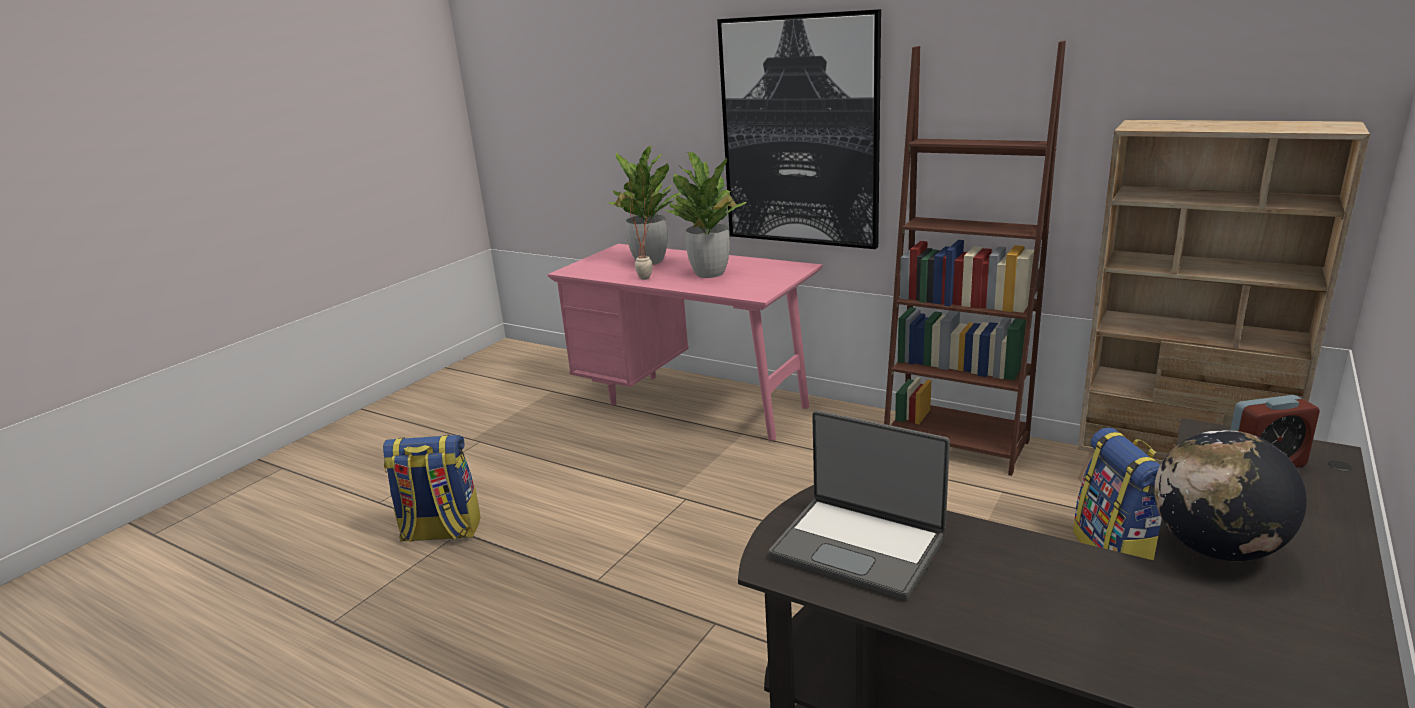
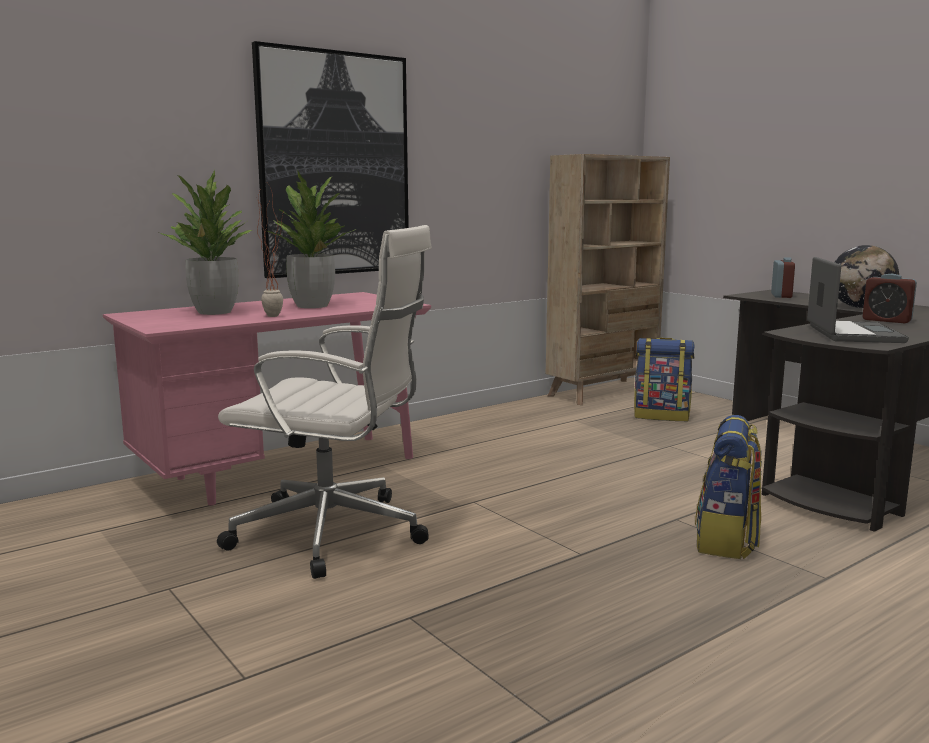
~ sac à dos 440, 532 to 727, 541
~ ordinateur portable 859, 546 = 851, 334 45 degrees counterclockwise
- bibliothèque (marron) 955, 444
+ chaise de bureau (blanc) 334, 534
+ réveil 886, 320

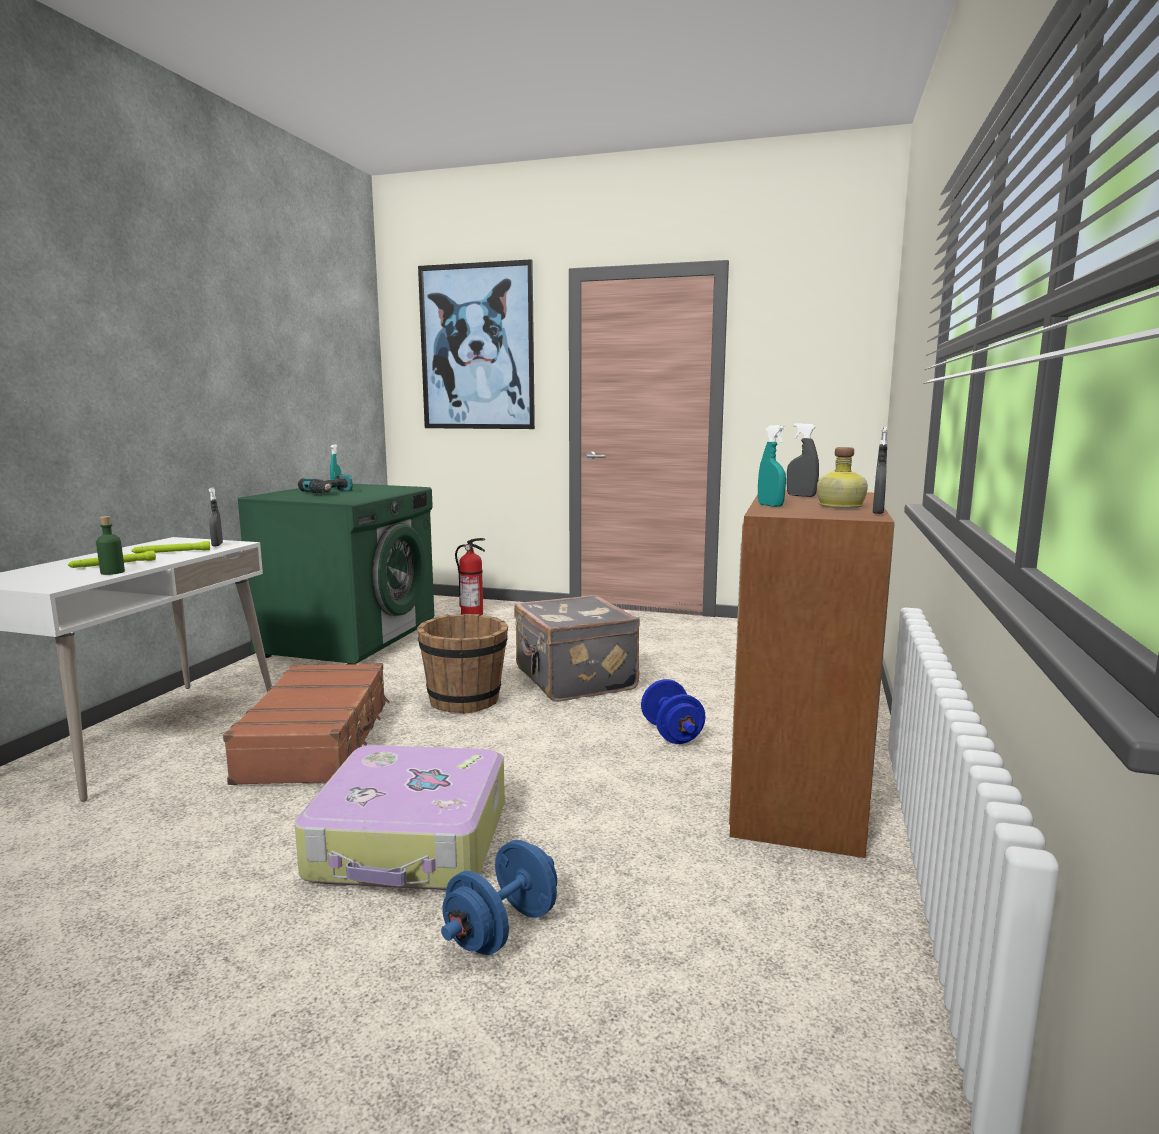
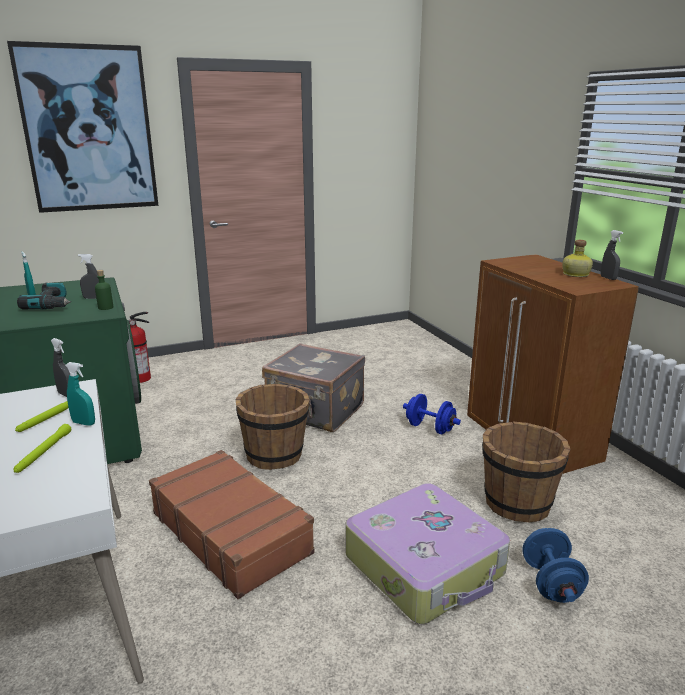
~ bouteille (vert) 112, 572 to 105, 307
~ vaporisateur (turquoise) 770, 505 to 84, 423
~ vaporisateur (gris) 801, 496 to 93, 298
+ seau (marron) 517, 503

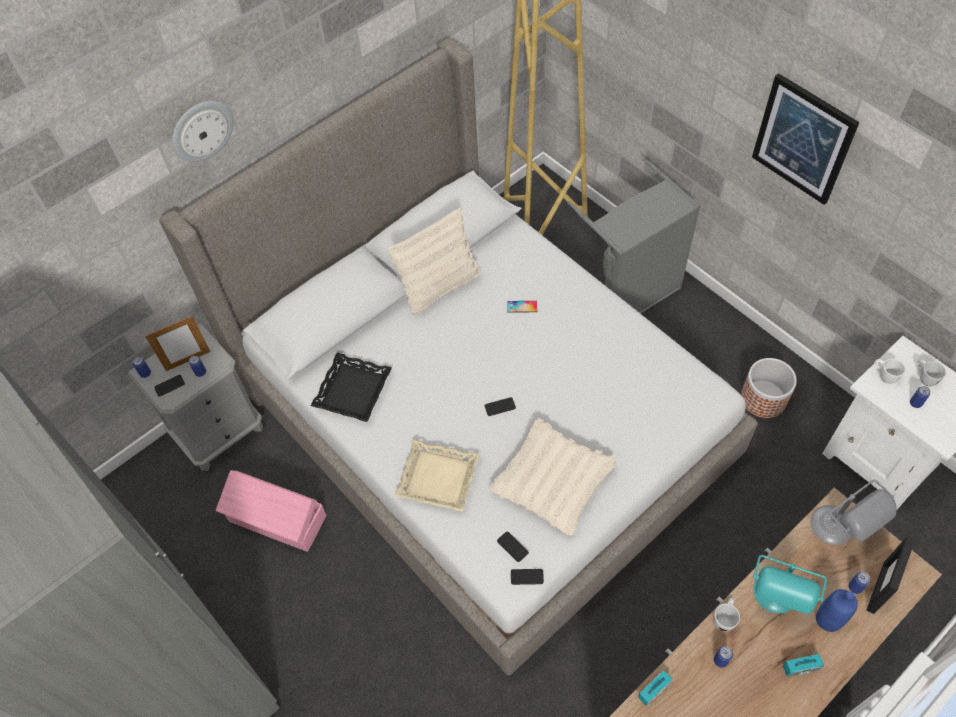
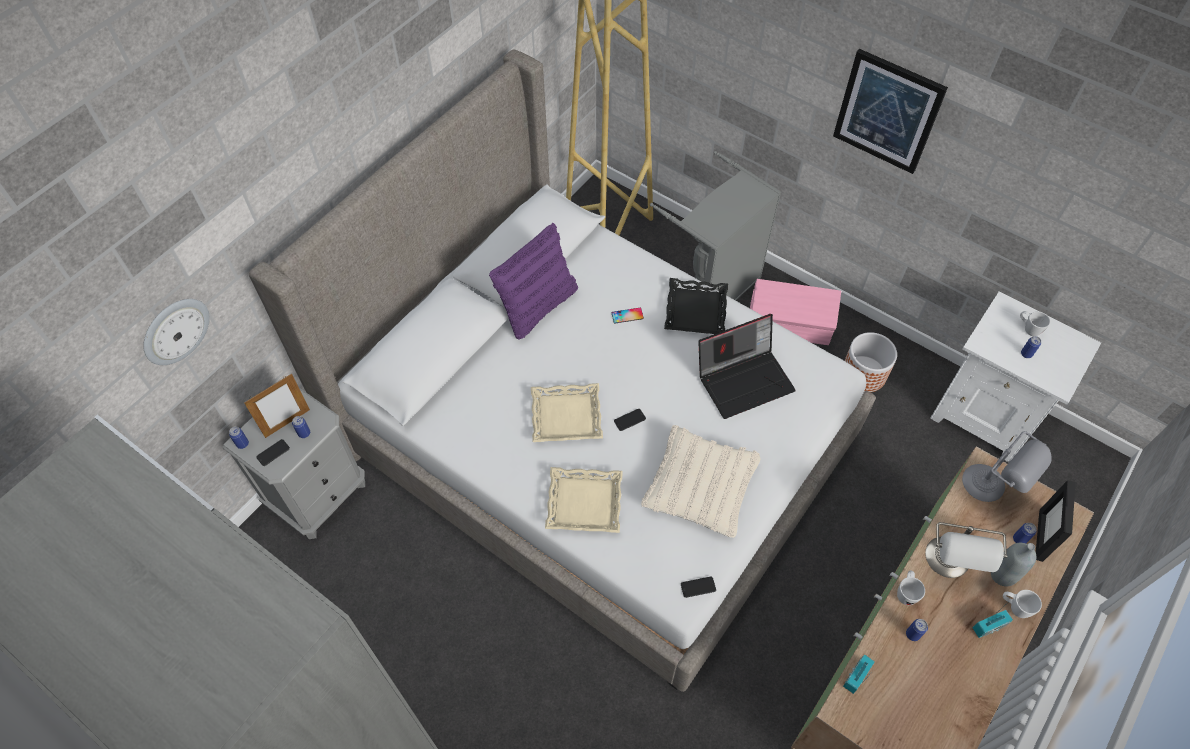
~ horloge murale 202, 130 to 175, 330
~ boîte de rangement (rose) 278, 520 to 789, 325
~ plateau (noir) 353, 391 to 696, 311
~ coussin (beige) 439, 287 to coussin (violet) 538, 307
- téléphone 512, 547
~ lampe de table (turquoise) 774, 601 to lampe de table (blanc) 949, 566
~ bouteille (bleu) 828, 619 to bouteille (gris) 1002, 575
~ mug (blanc) 883, 376 to 1014, 607
+ plateau (beige) 566, 416
+ ordinateur portable 744, 379

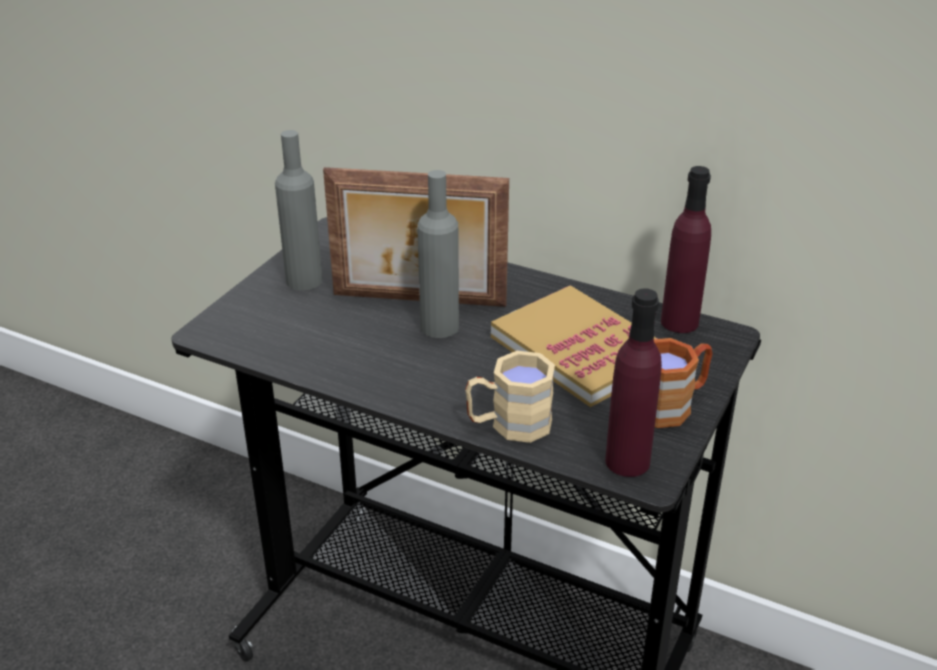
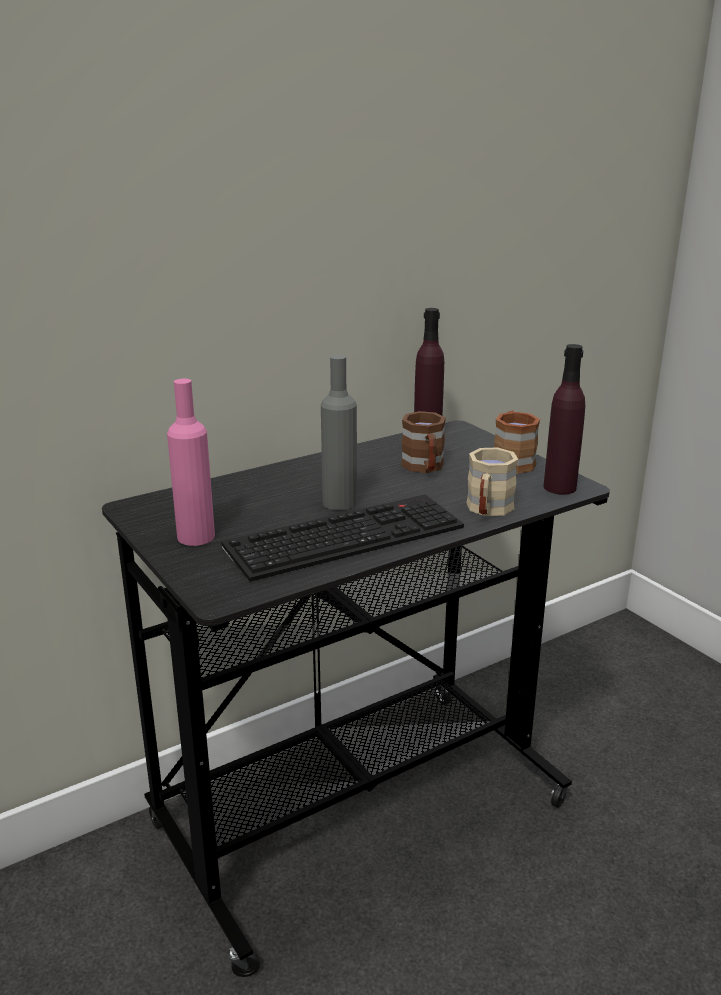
~ bouteille (gris) 304, 280 to bouteille (rose) 196, 536
- cadre photo 418, 301
~ livre 580, 349 to mug (marron) 424, 468
+ clavier 346, 535

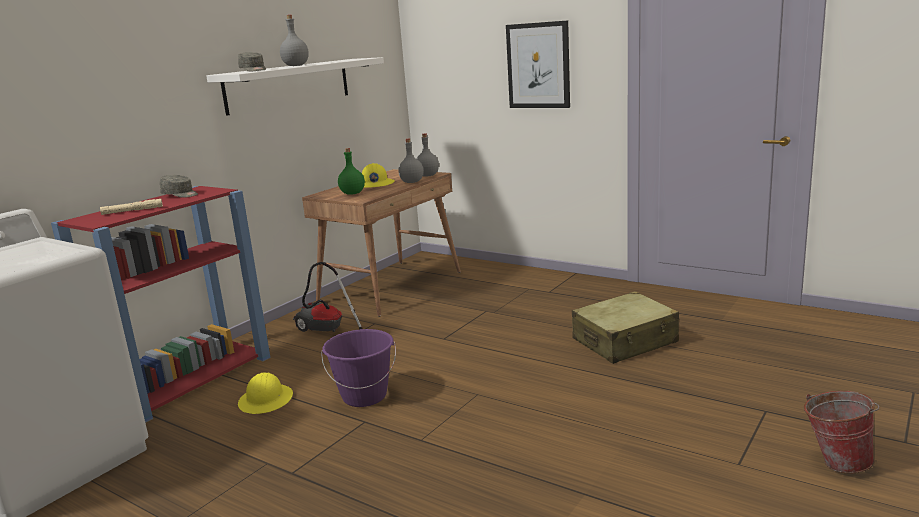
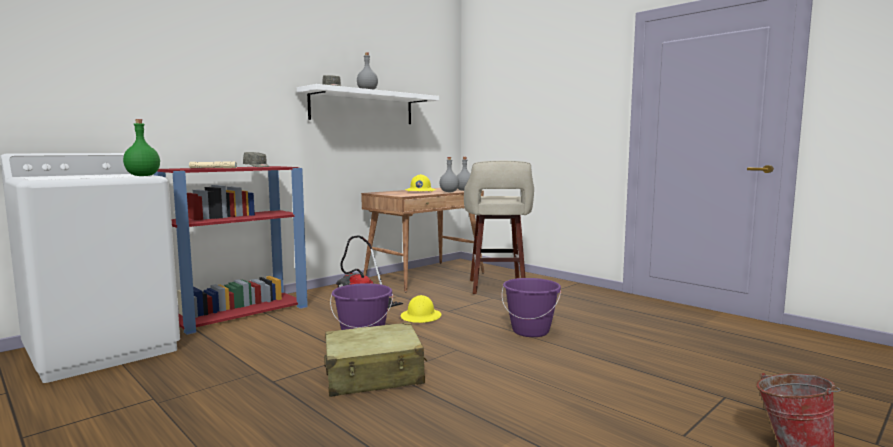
~ casque de chantier (jaune) 266, 400 to 421, 317
~ bouteille (vert) 352, 193 to 142, 176
- tableau 538, 65
~ valise (beige) 625, 341 to 374, 375
+ tabouret (beige) 496, 288
+ seau (violet) 530, 331

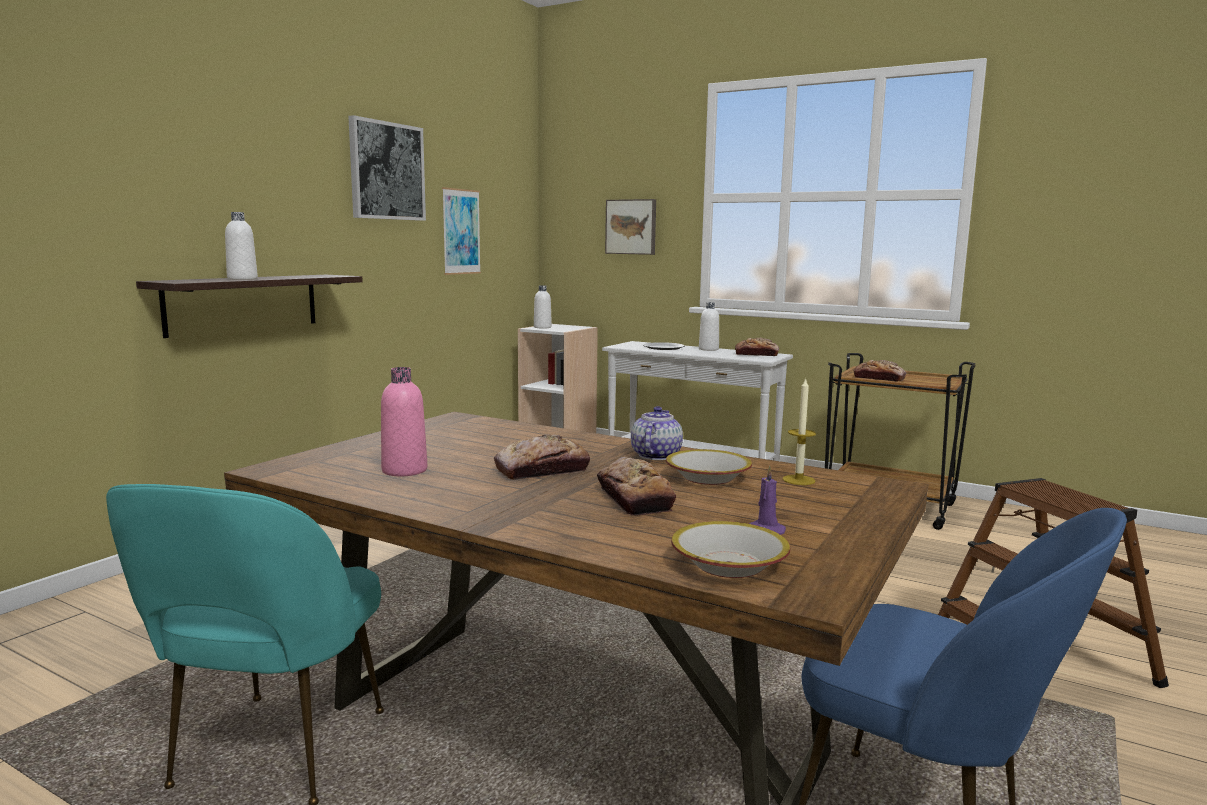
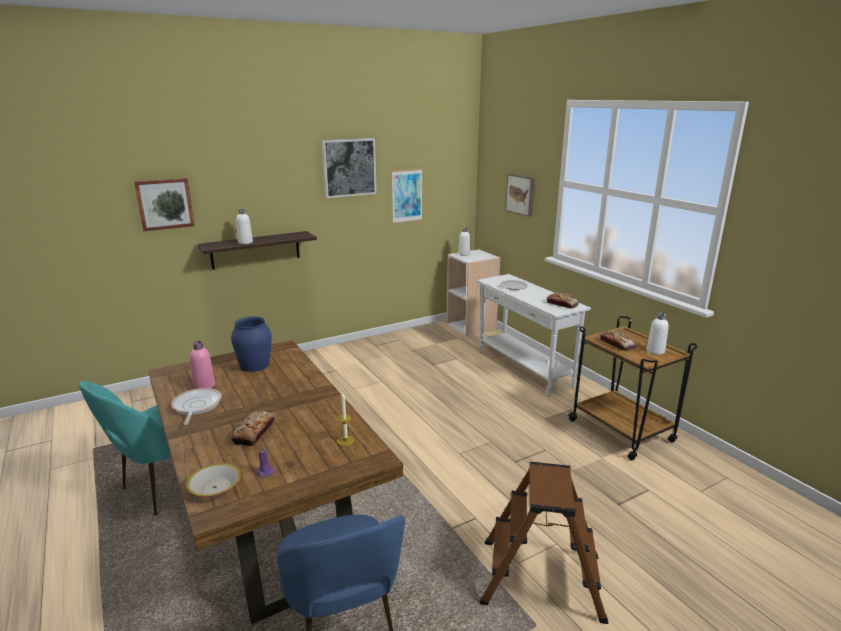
- pain 542, 470
- théière 655, 456
- bol 708, 477
~ bouteille (blanc) 708, 349 to 655, 351
+ tableau 165, 204
+ poêle 196, 406
+ vase (bleu) 255, 365

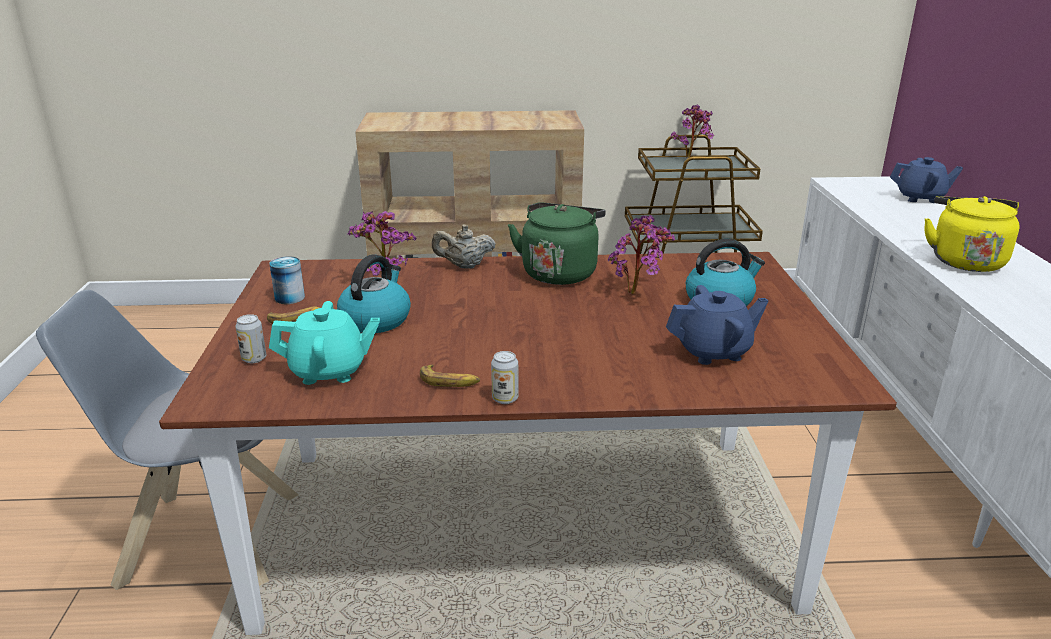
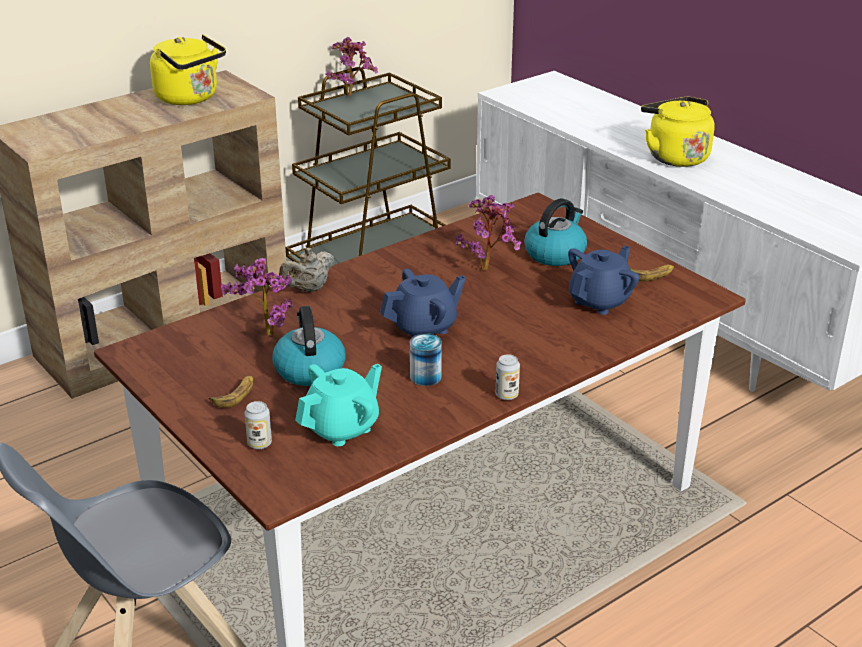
~ boîte métallique 289, 298 to 425, 377
~ banane 449, 381 to 652, 275
- bouilloire (vert) 559, 272
~ théière (bleu) 920, 198 to 424, 327
+ bouilloire (jaune) 190, 98

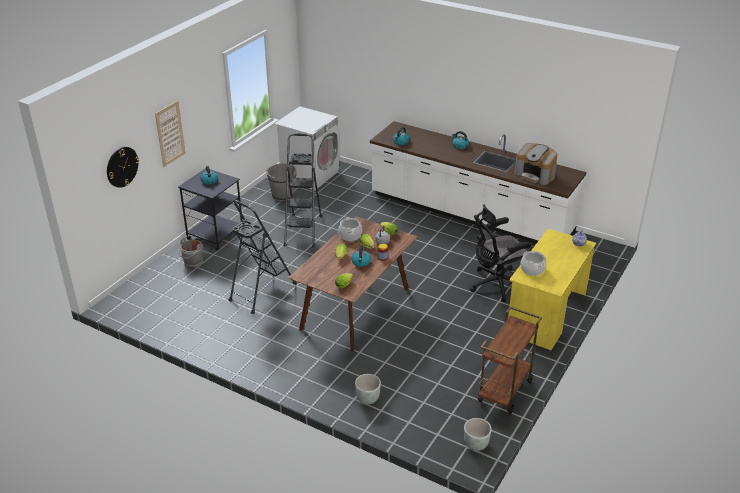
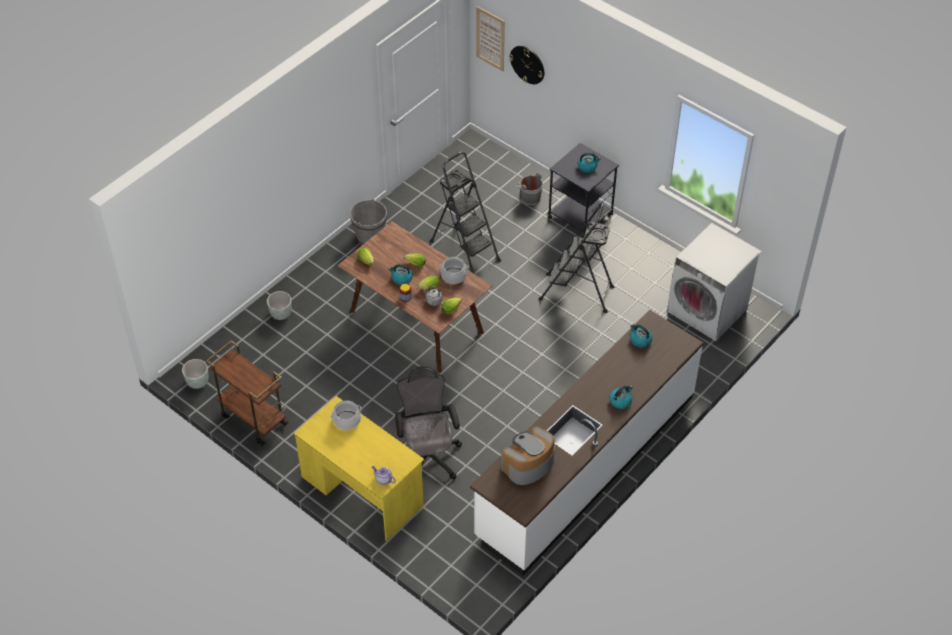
~ tableau 170, 133 to 490, 38
~ seau (gris) 283, 195 to 370, 237

